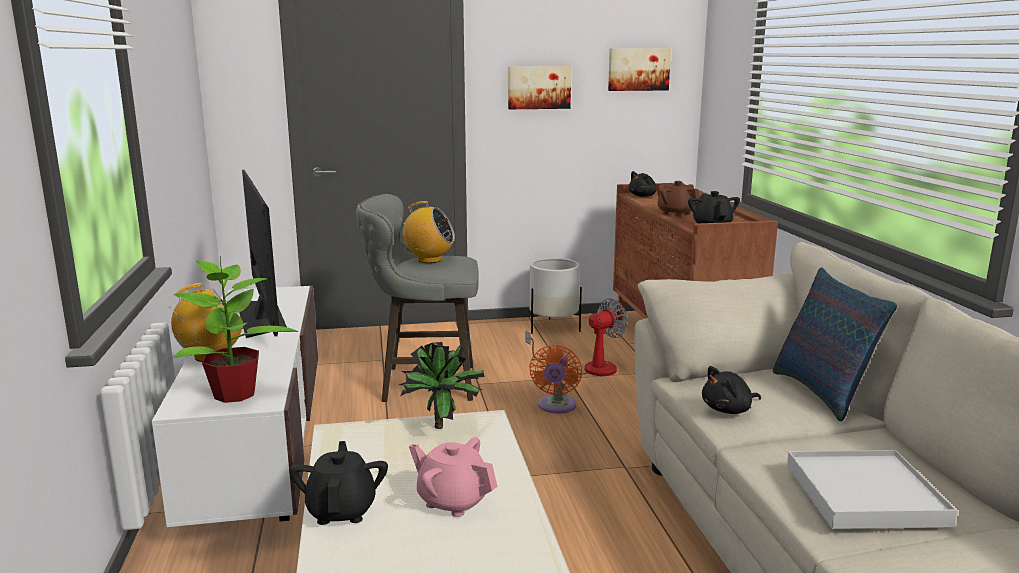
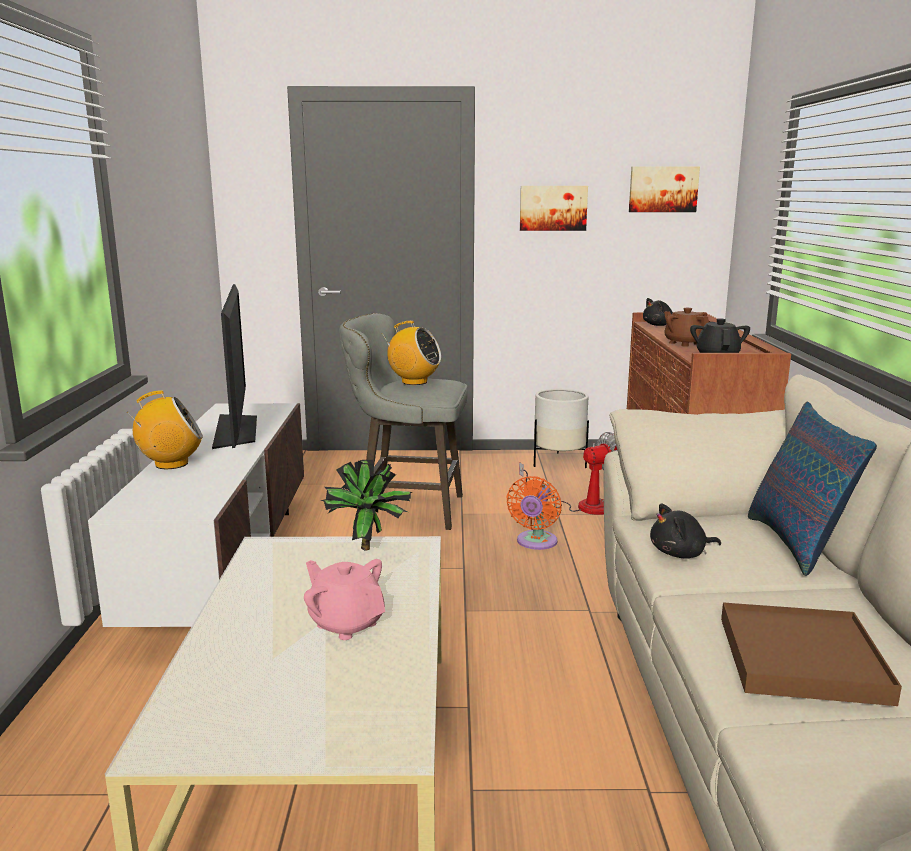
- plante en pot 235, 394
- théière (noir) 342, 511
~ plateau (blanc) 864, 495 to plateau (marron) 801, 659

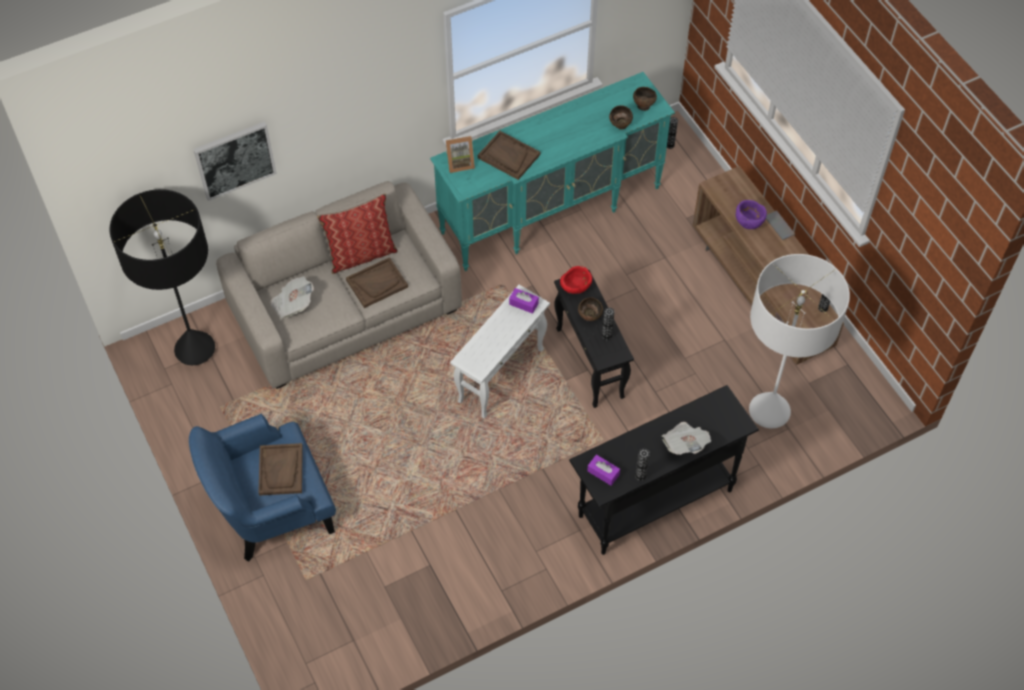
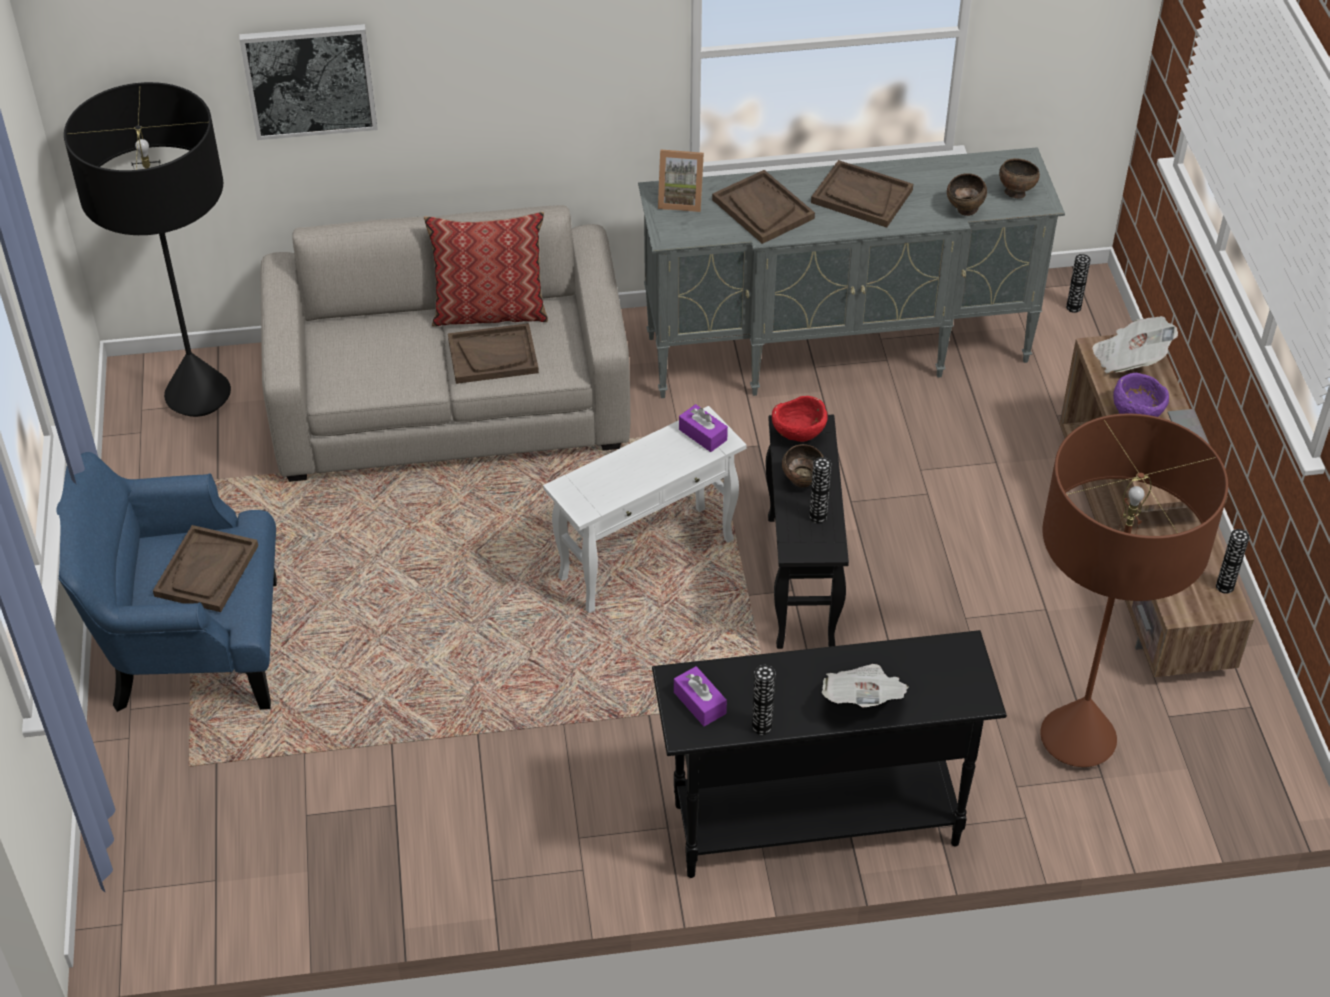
~ journal 293, 304 to 1130, 359
~ meuble de rangement (turquoise) 551, 211 to meuble de rangement (gris) 838, 351
~ lampadaire (blanc) 769, 413 to lampadaire (marron) 1077, 742
+ plateau (marron) 861, 196

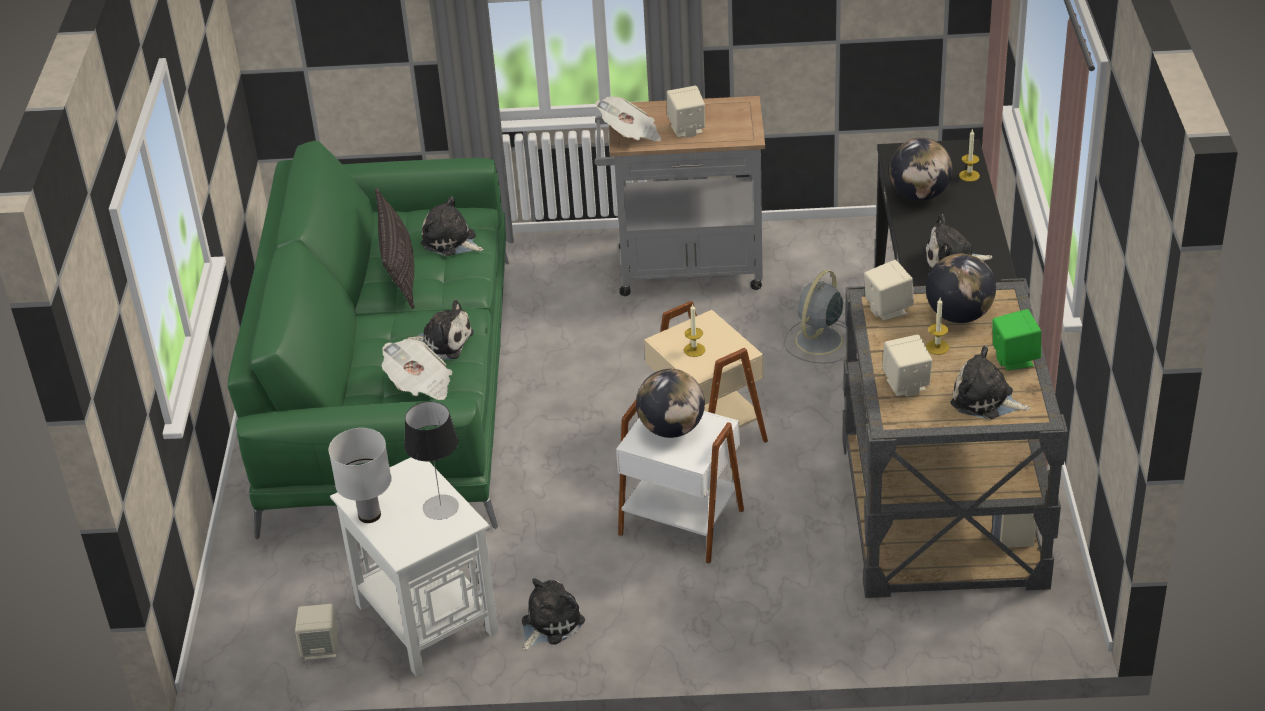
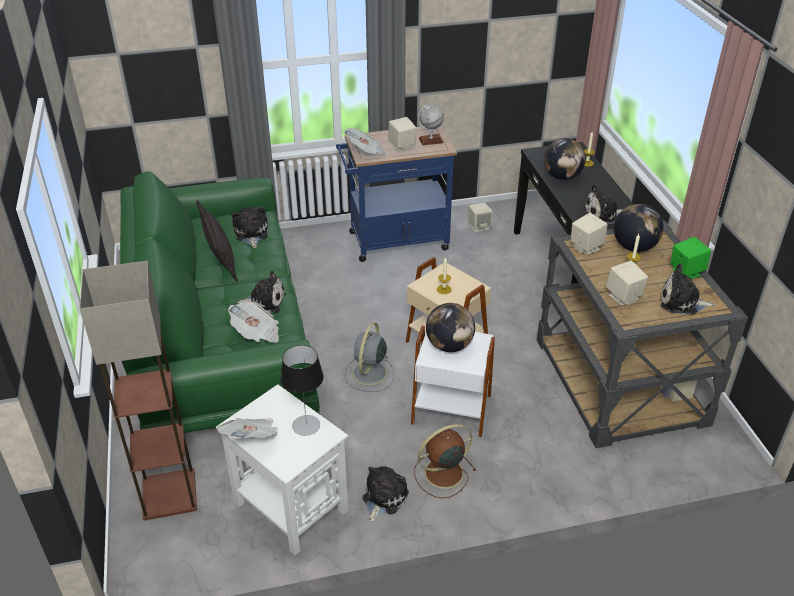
~ enceinte (beige) 321, 648 to 479, 227
~ lampe de table (blanc) 369, 515 to journal 251, 438
~ peluche 451, 242 = 251, 234 60 degrees clockwise
~ chariot (gris) 684, 269 to chariot (bleu) 395, 242
~ ventilateur (gris) 818, 341 to 369, 374
+ lampadaire 168, 494
+ ventilateur (marron) 442, 473
+ globe 430, 140

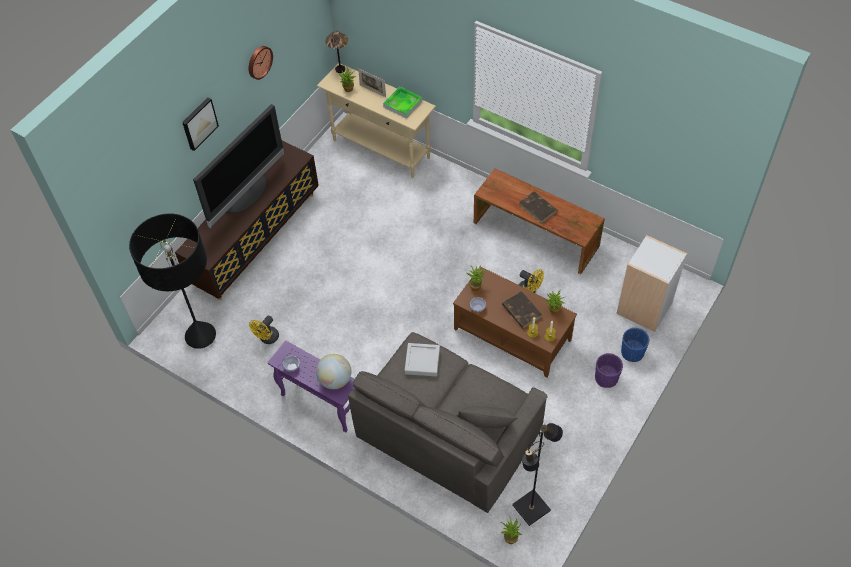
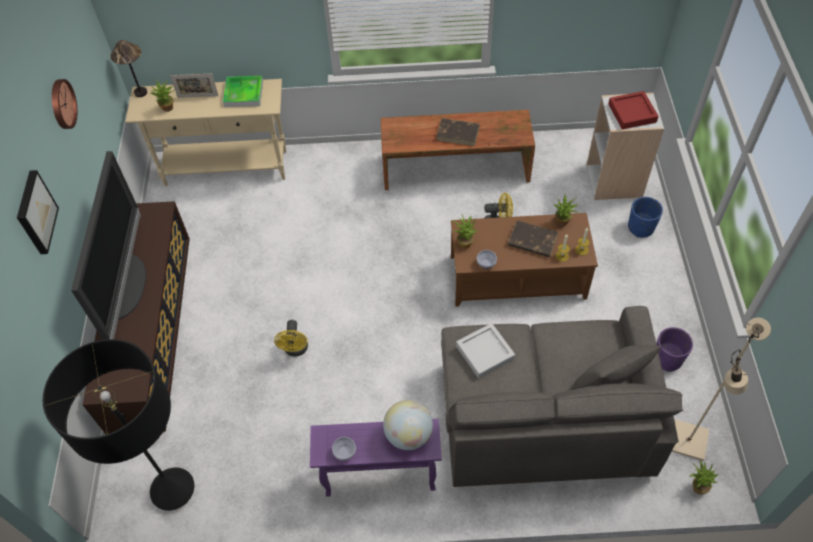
~ ventilateur (jaune) 267, 339 to 296, 350
~ lampadaire (noir) 531, 507 to lampadaire (beige) 688, 440
~ cache-pot (violet) 606, 378 to 667, 359
+ plateau (rouge) 632, 113

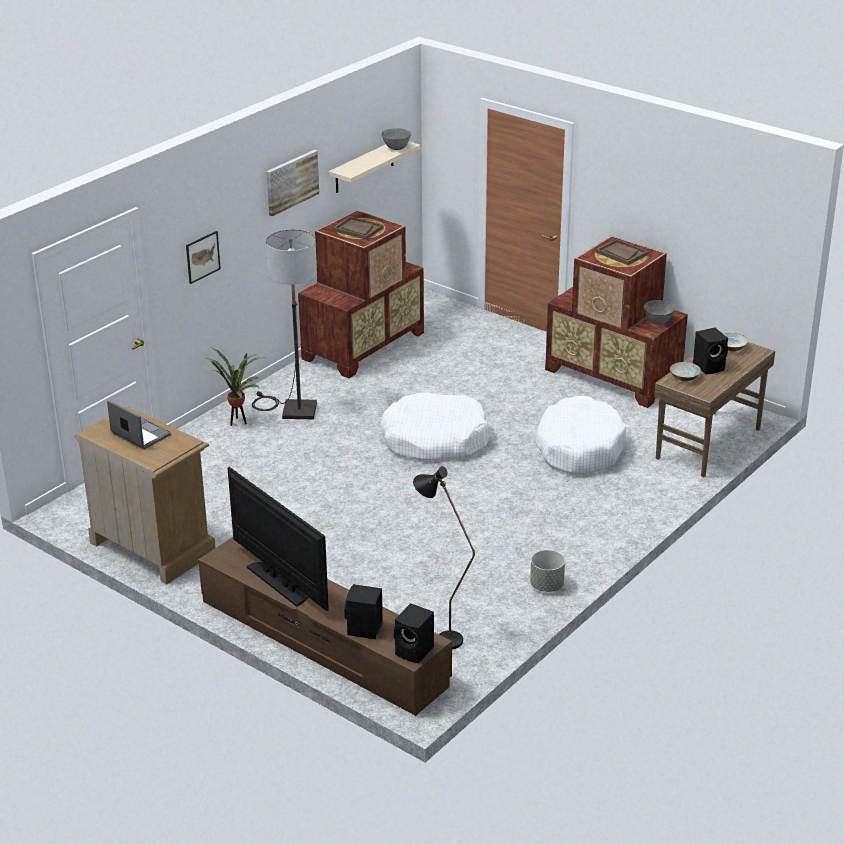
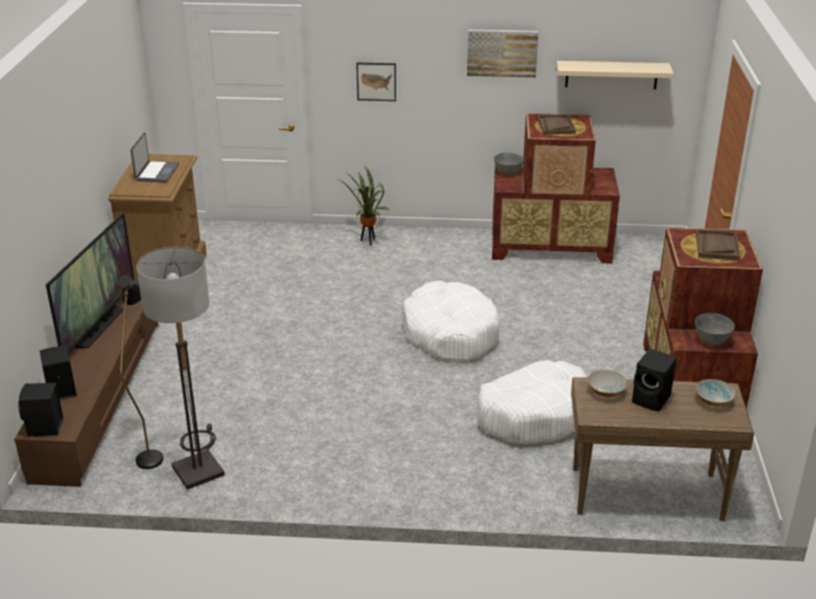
~ lampadaire 289, 409 to 198, 462
~ bol (gris) 396, 148 to 508, 173
- cache-pot (gris) 546, 586

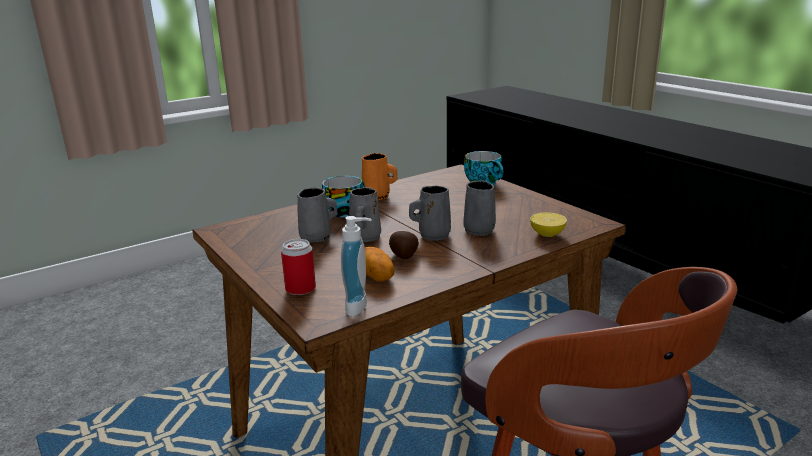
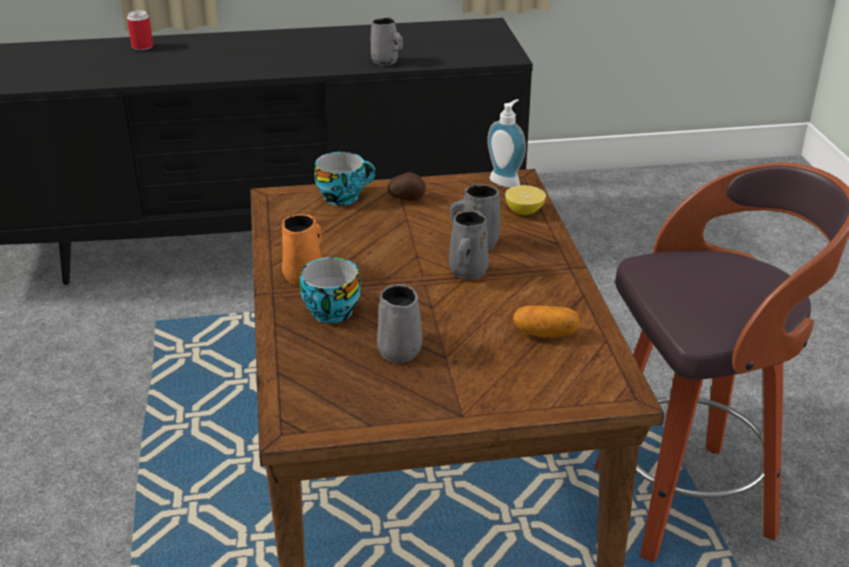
~ boîte métallique 300, 289 to 142, 47
~ distributeur de savon 360, 307 to 506, 181
~ mug (gris) 365, 238 to 386, 62
~ pomme de terre 404, 256 to 407, 199

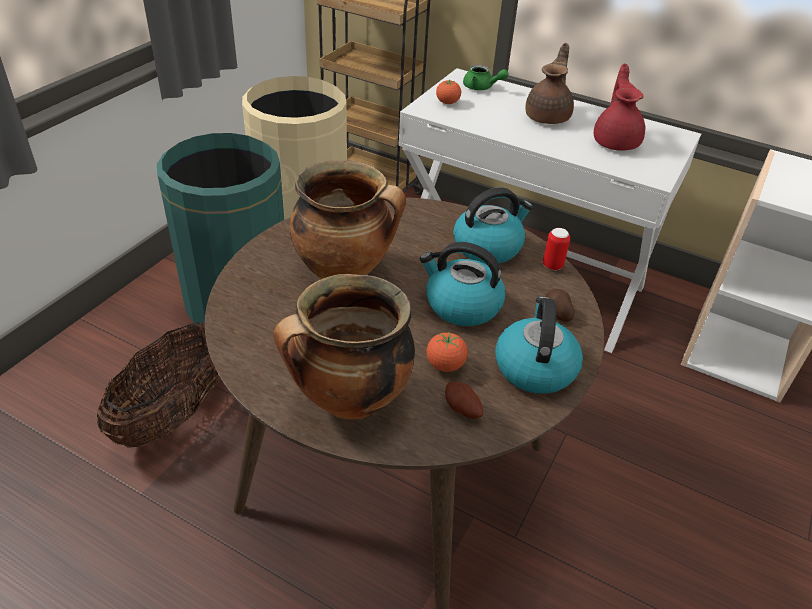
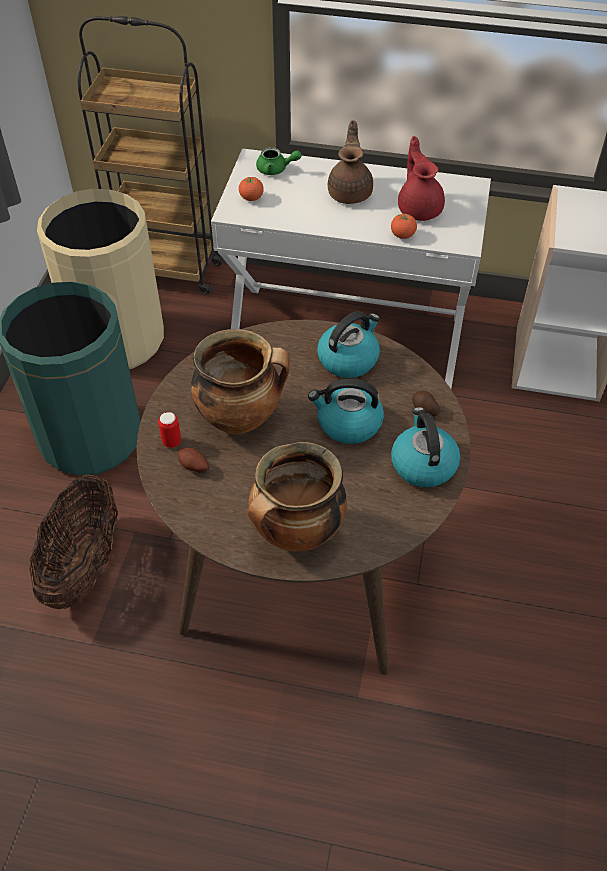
~ tomate 445, 365 to 402, 235
~ pomme de terre 461, 410 to 193, 467
~ boîte métallique 552, 266 to 172, 442

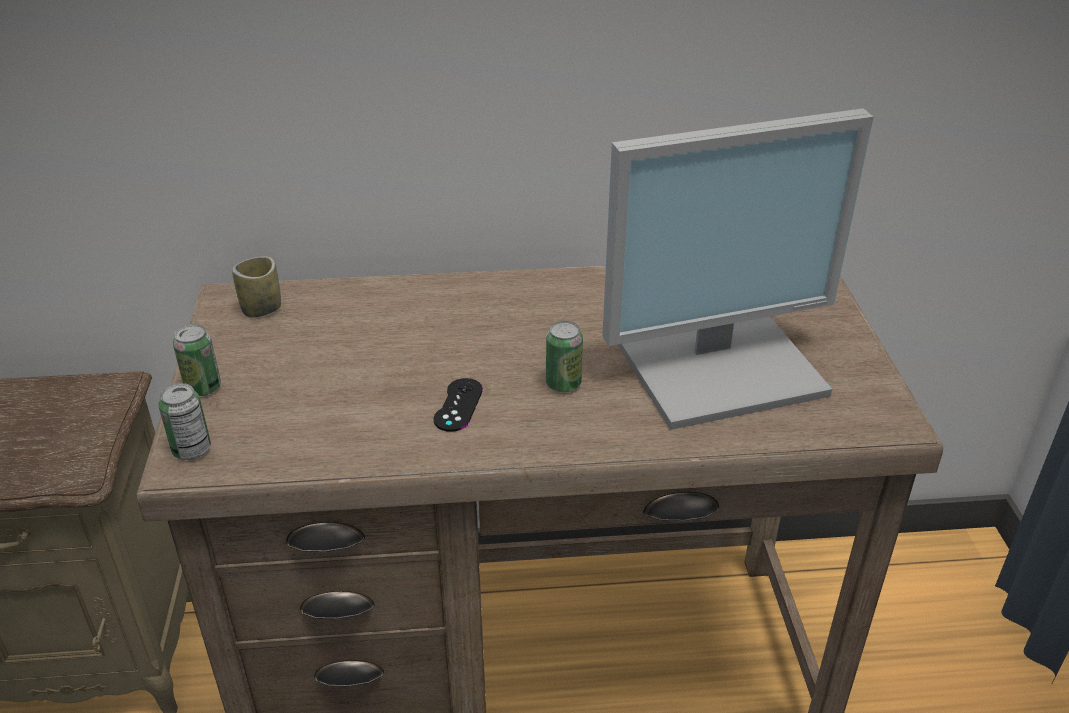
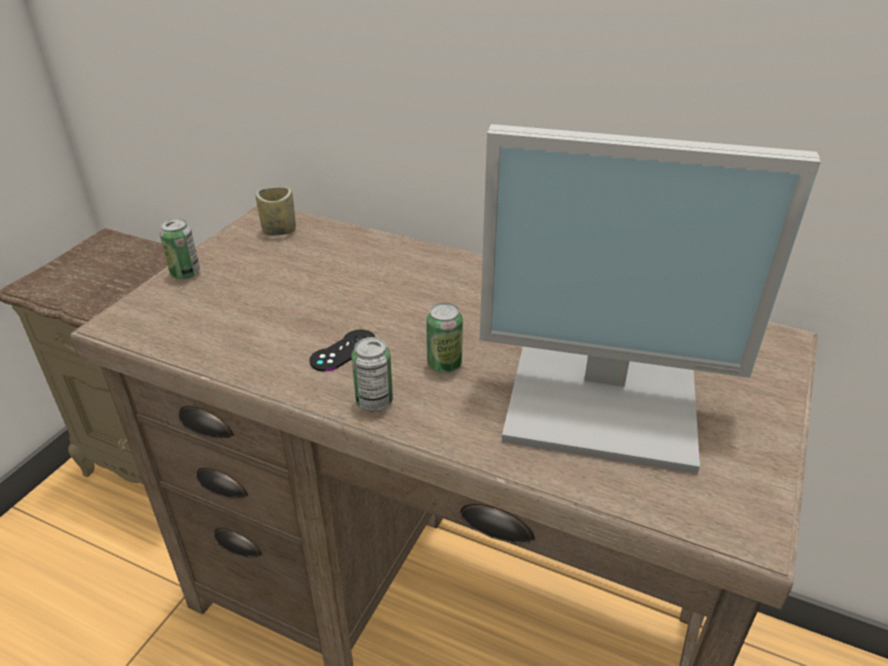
~ boîte métallique 191, 449 to 374, 401

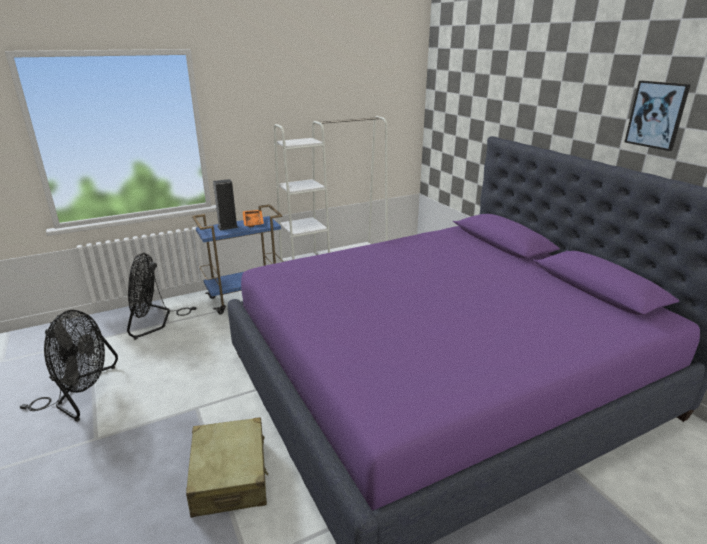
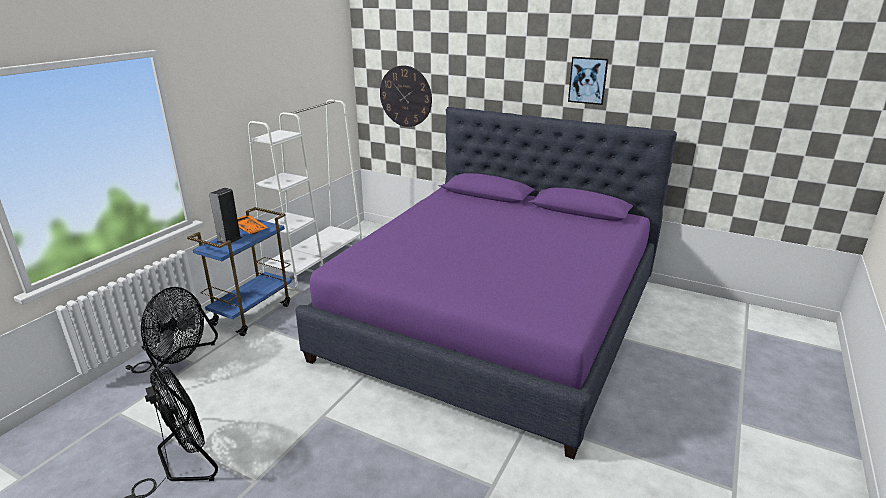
~ ventilateur (noir) 157, 319 = 175, 365 120 degrees counterclockwise
- valise (beige) 230, 476
+ horloge murale 405, 96

